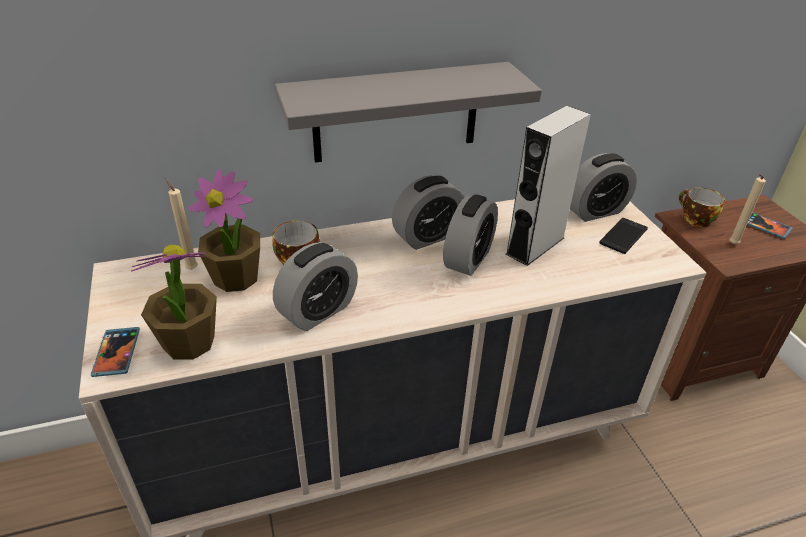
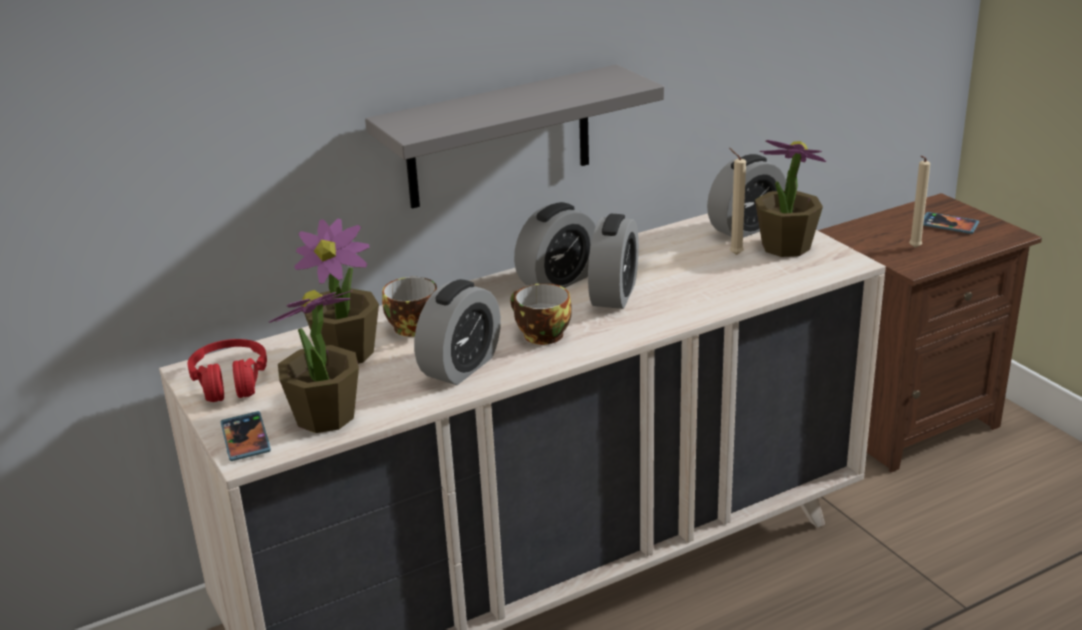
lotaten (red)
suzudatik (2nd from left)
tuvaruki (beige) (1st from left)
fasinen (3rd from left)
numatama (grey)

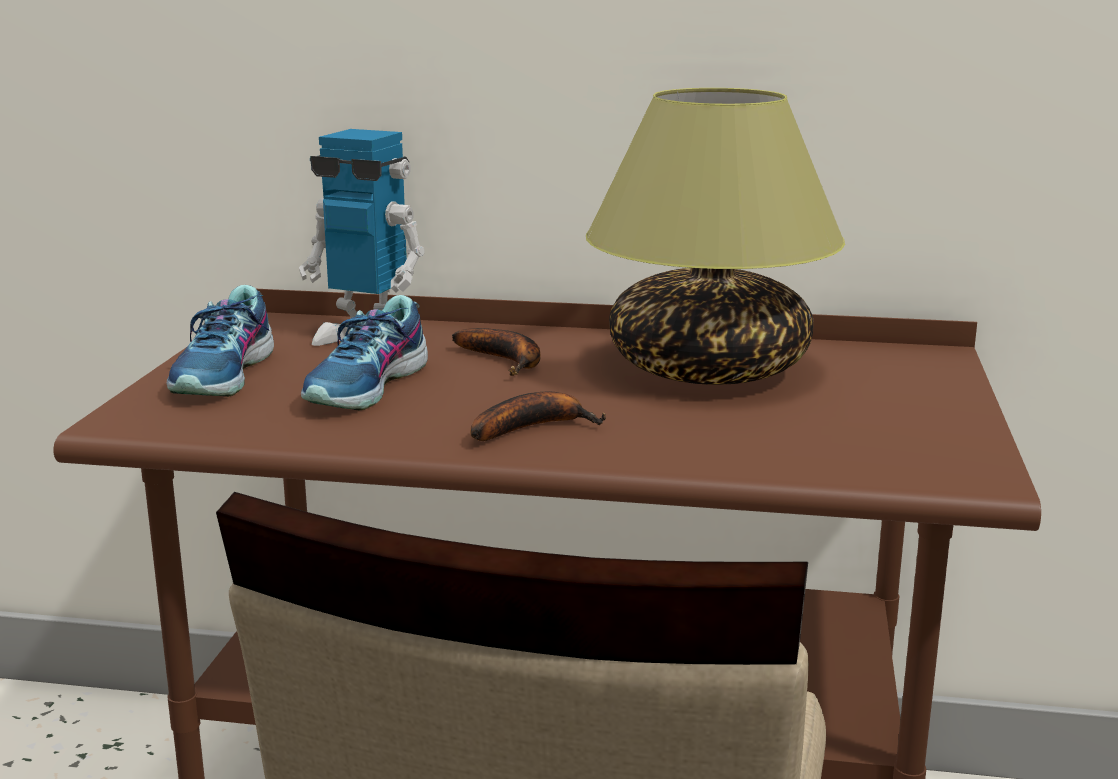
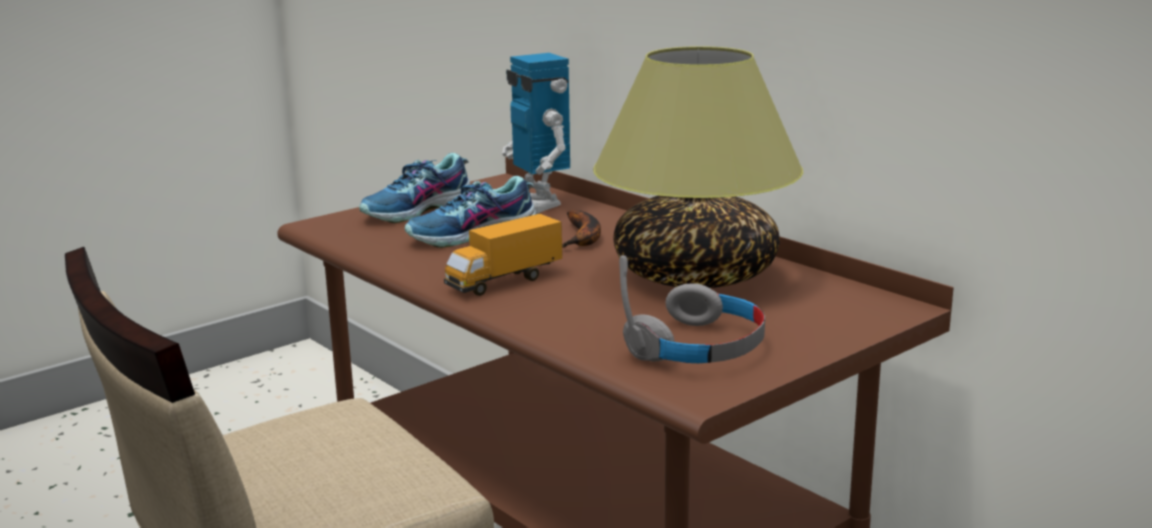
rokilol
lotaten (grey)

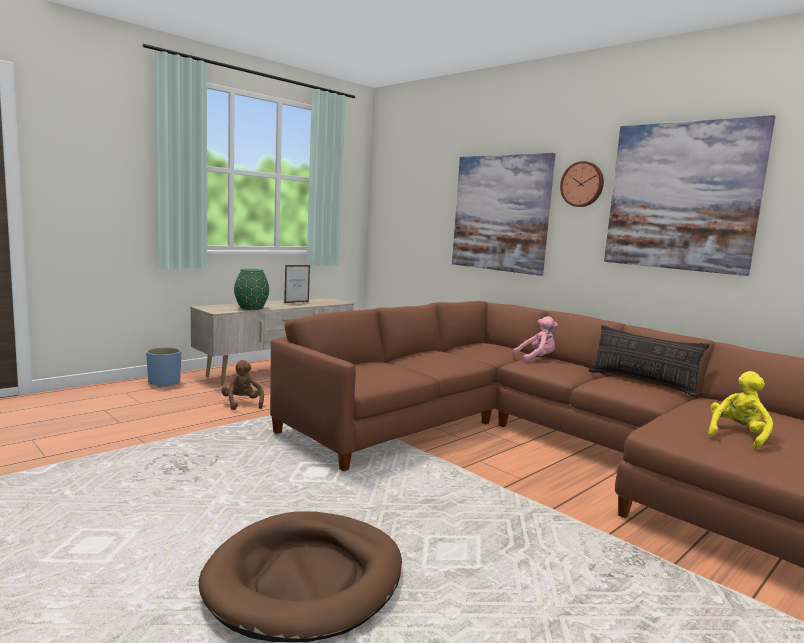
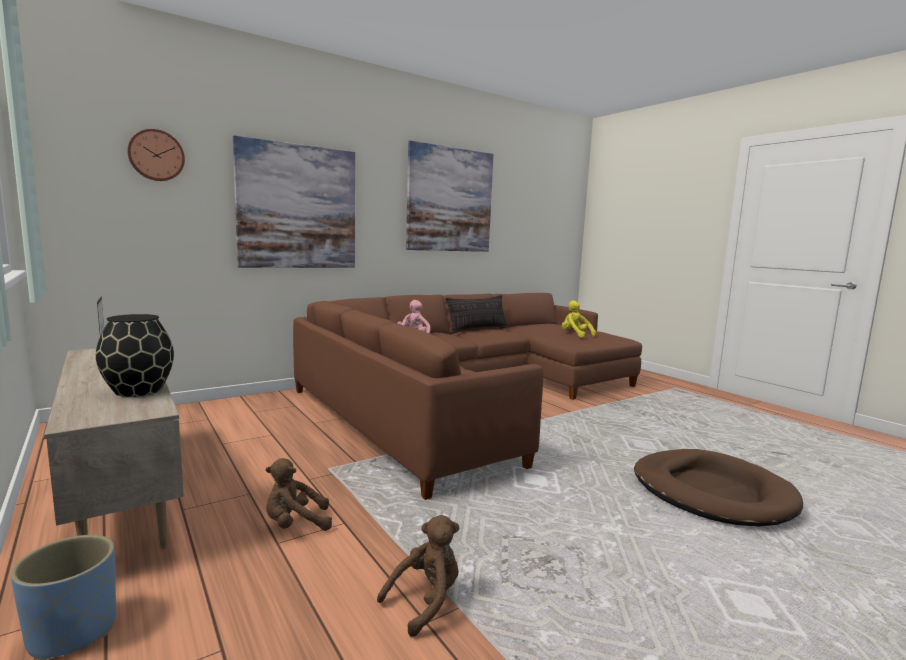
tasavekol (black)
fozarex
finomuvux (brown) (2nd from left)

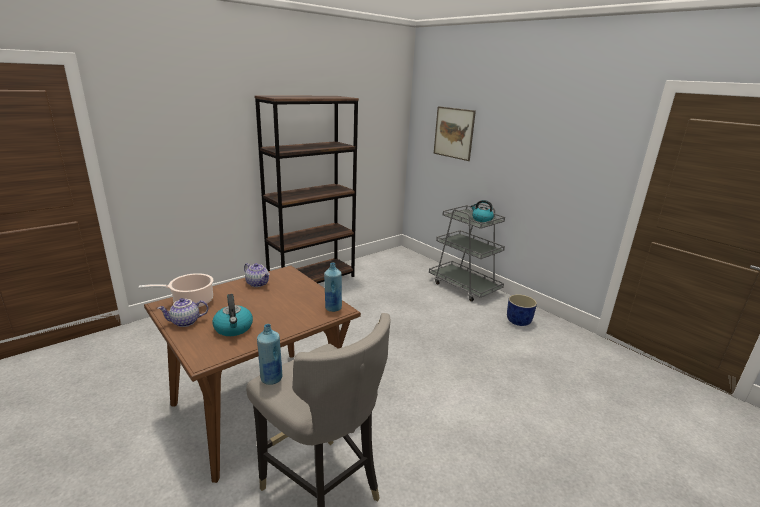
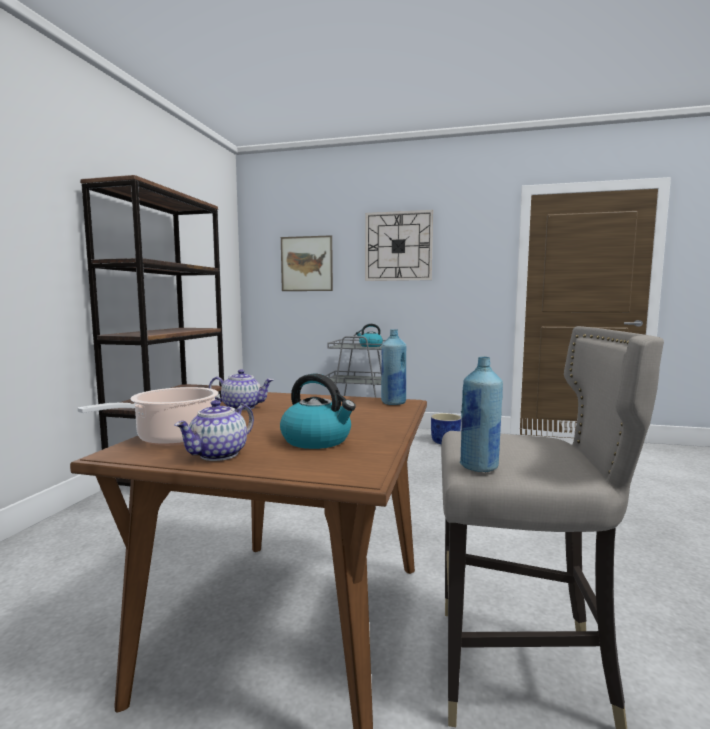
fozarex

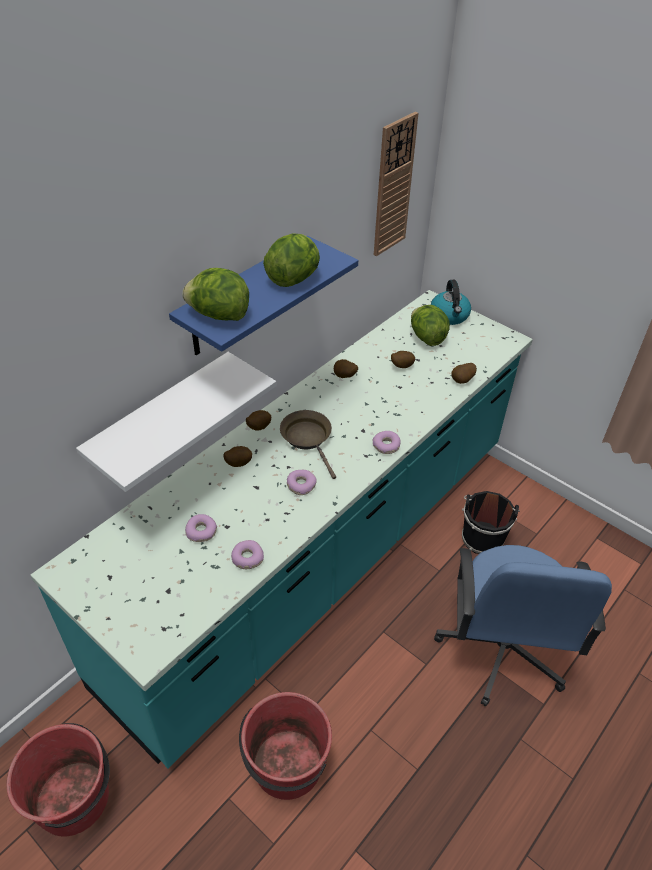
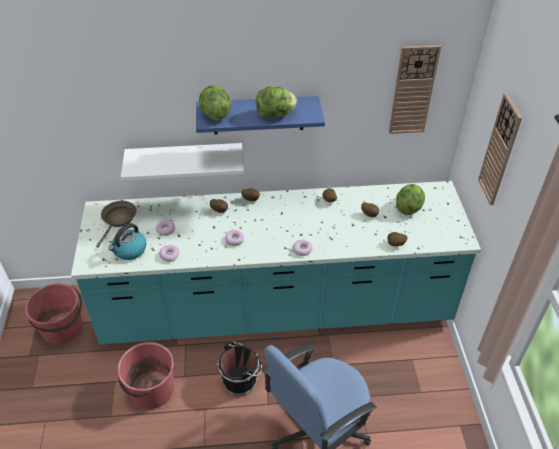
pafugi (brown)
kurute
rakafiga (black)
fozarex (2nd from left)

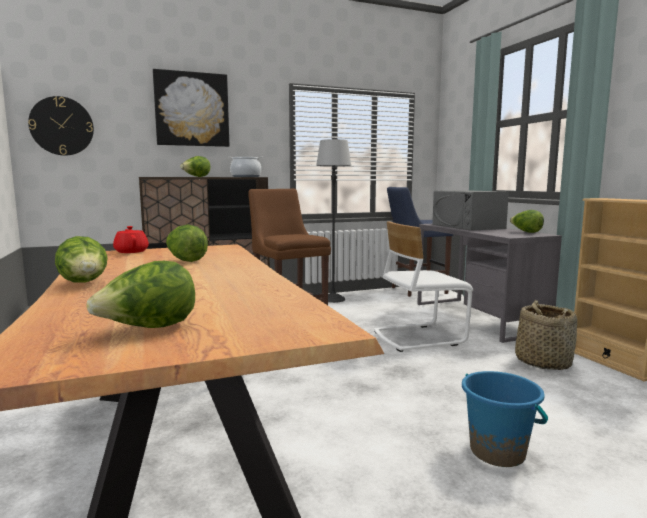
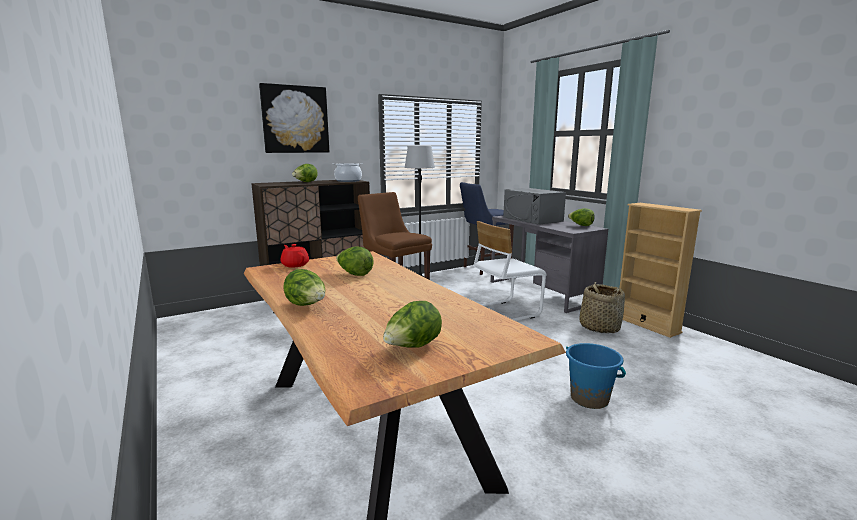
fozarex

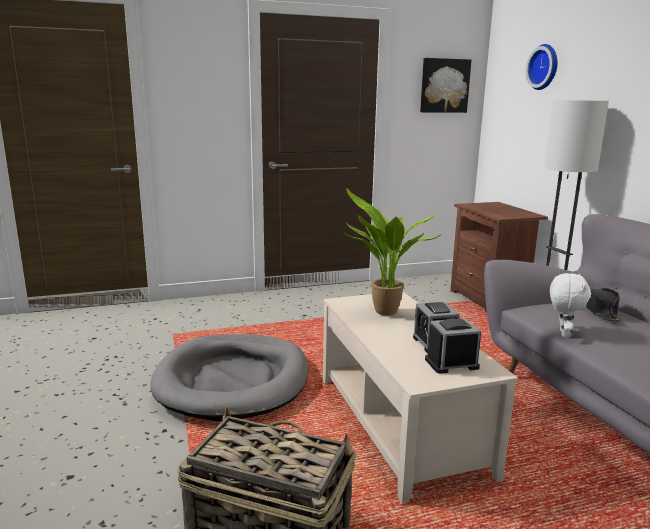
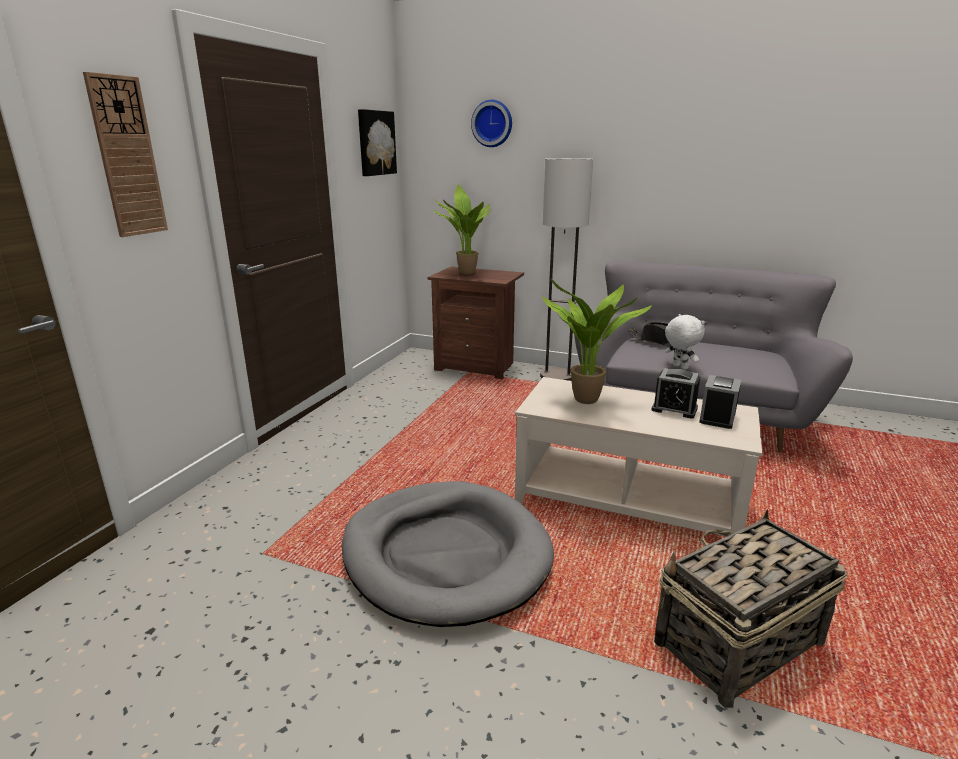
fozarex (1st from left)
fasinen (1st from left)

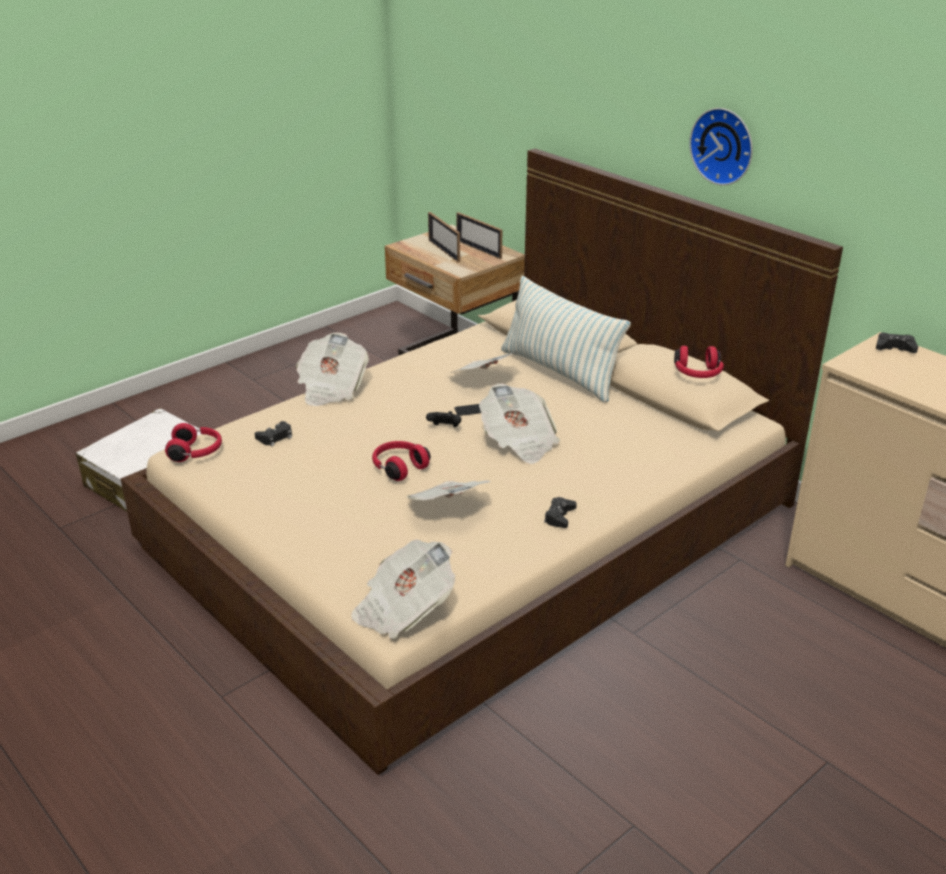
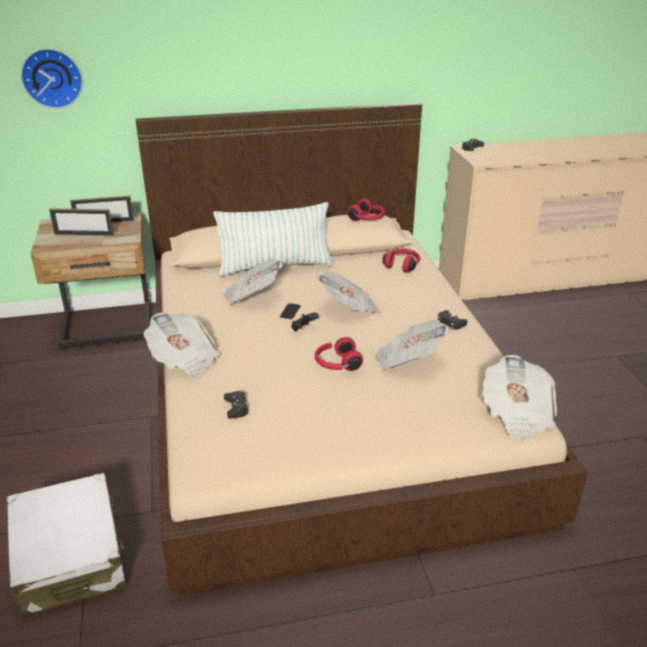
fozarex
lotaten (red) (3rd from left)

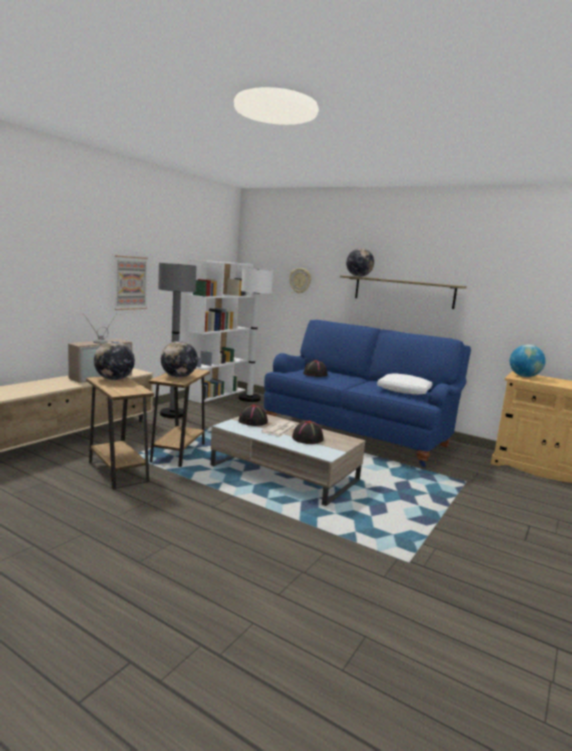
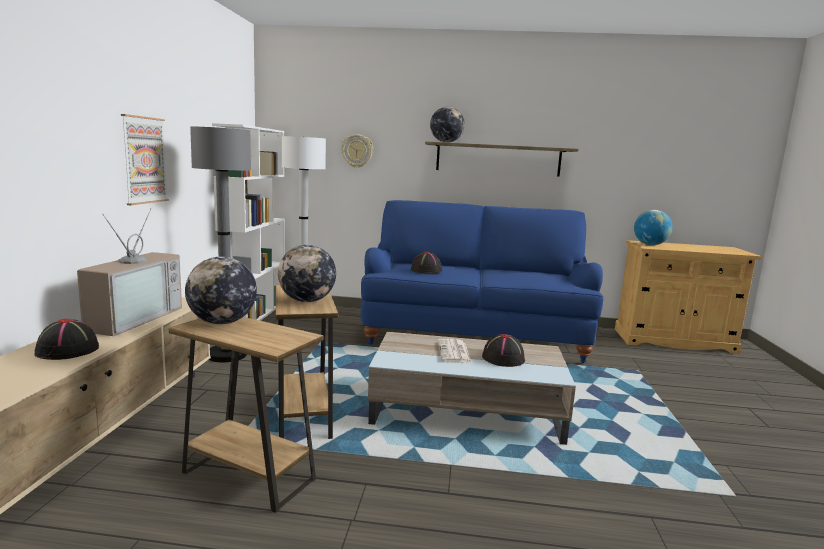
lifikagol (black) (1st from left)
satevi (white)

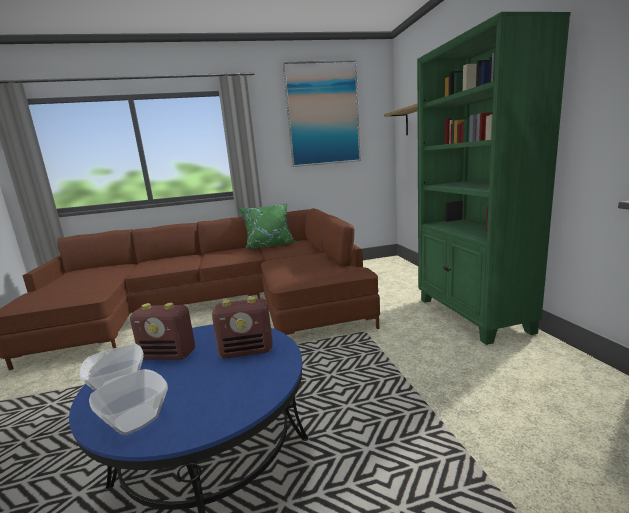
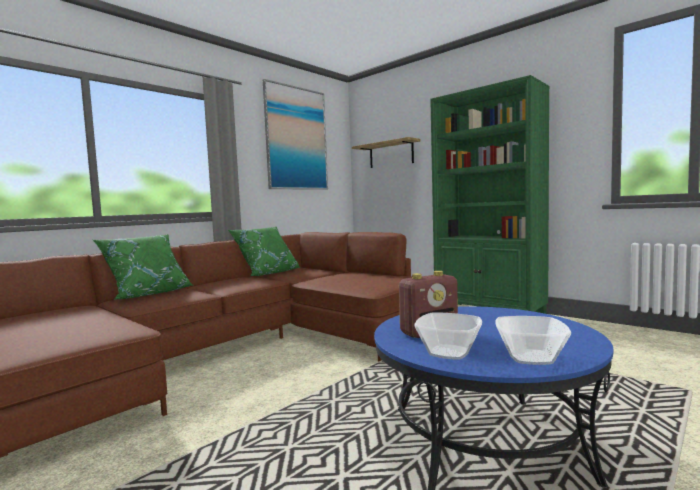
satevi (green) (1st from left)
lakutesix (2nd from left in the first image)

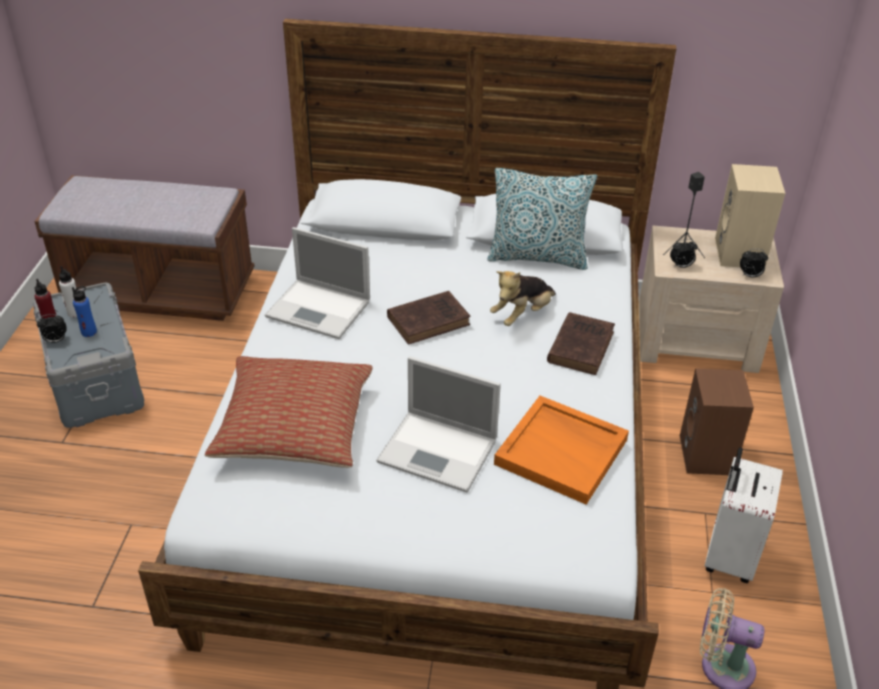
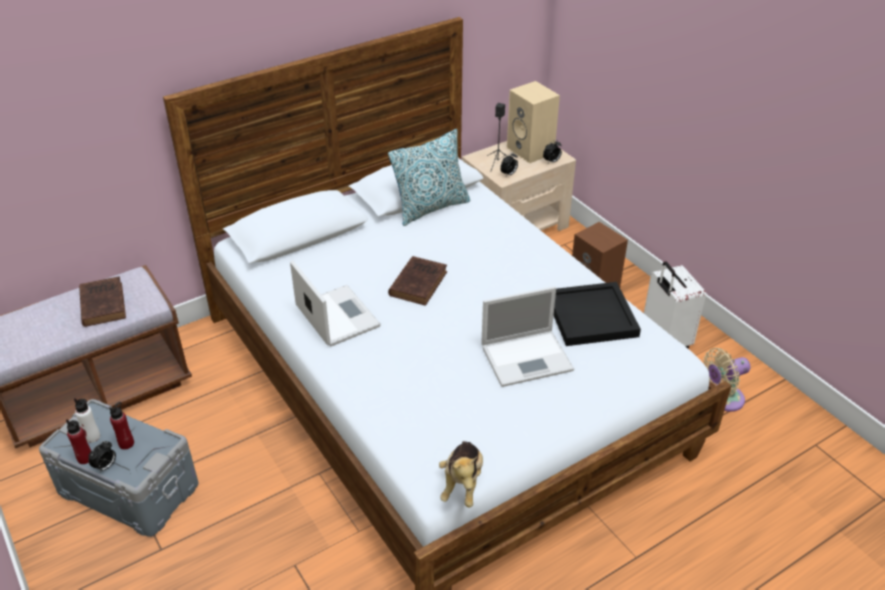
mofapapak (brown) (1st from left)
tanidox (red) (2nd from left)
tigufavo (1st from left)
finomuvux
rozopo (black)
satevi (1st from left in the first image)

